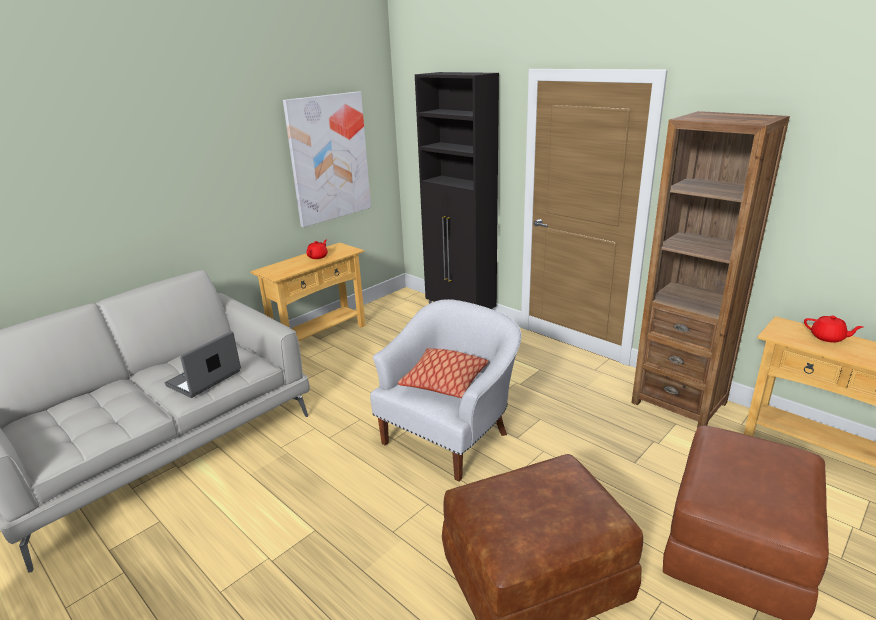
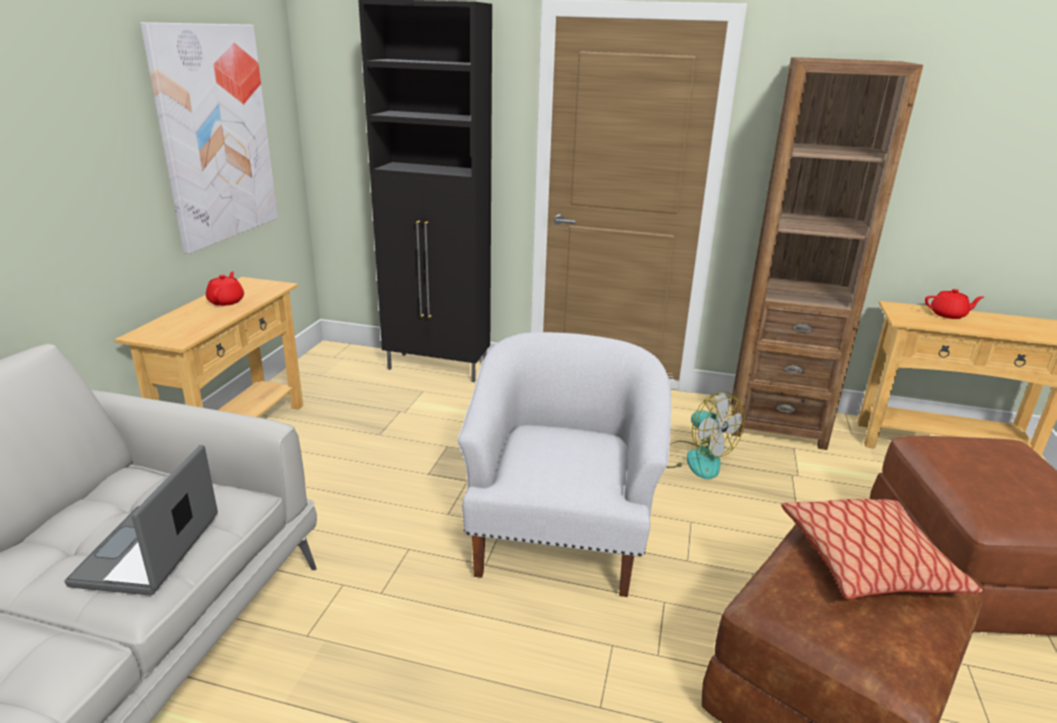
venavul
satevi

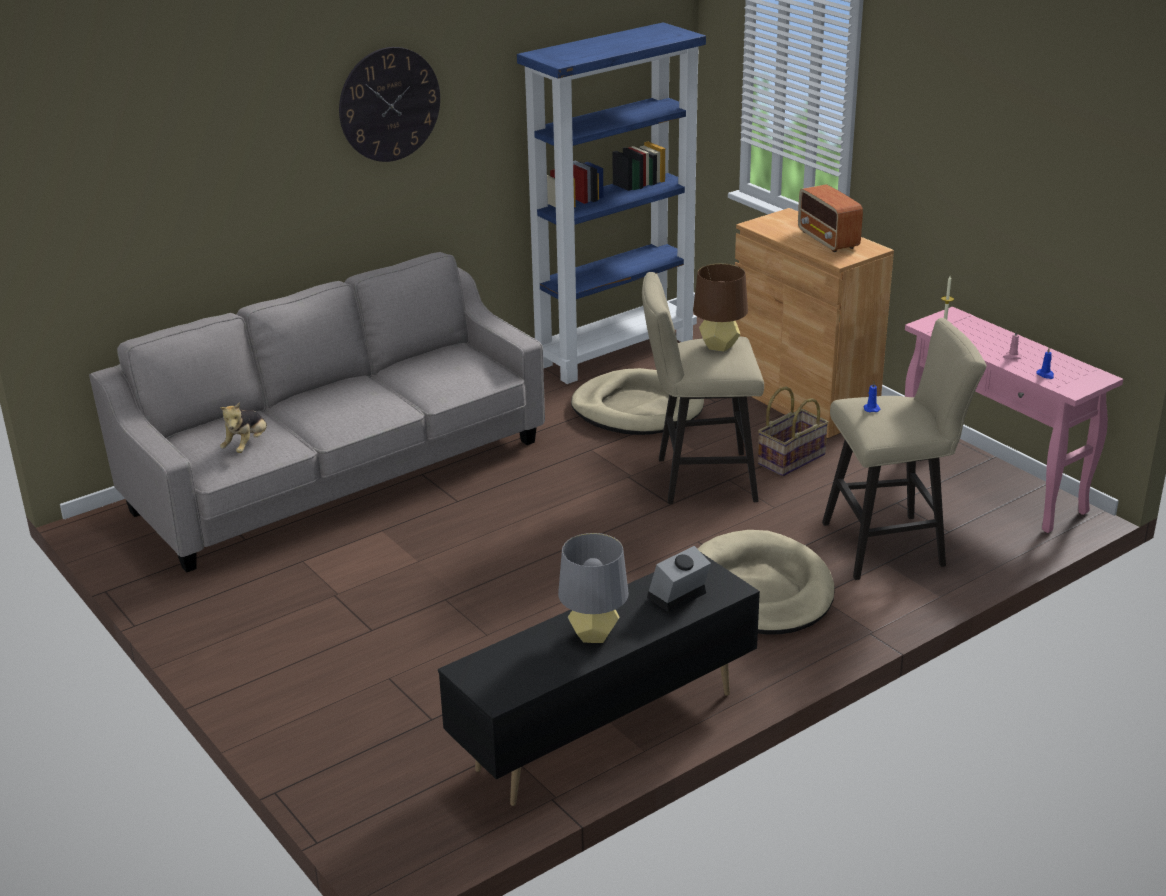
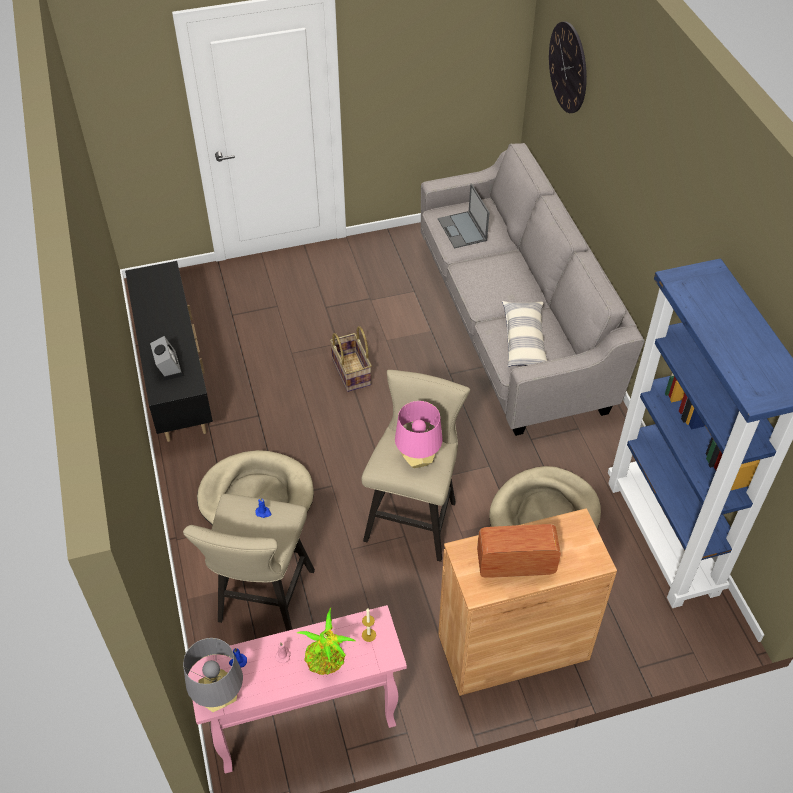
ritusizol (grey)
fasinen
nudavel
ritusizol (pink)
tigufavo
satevi
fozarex

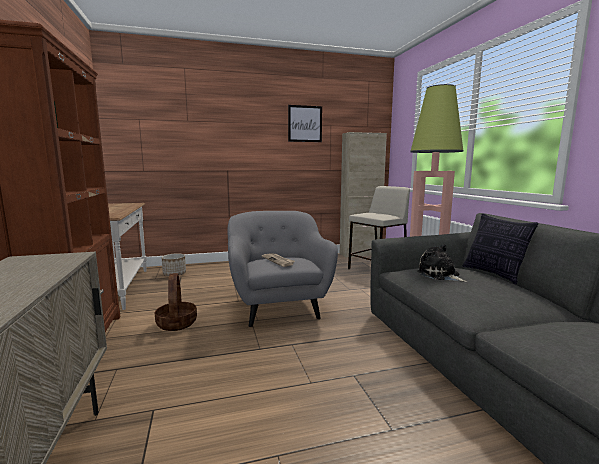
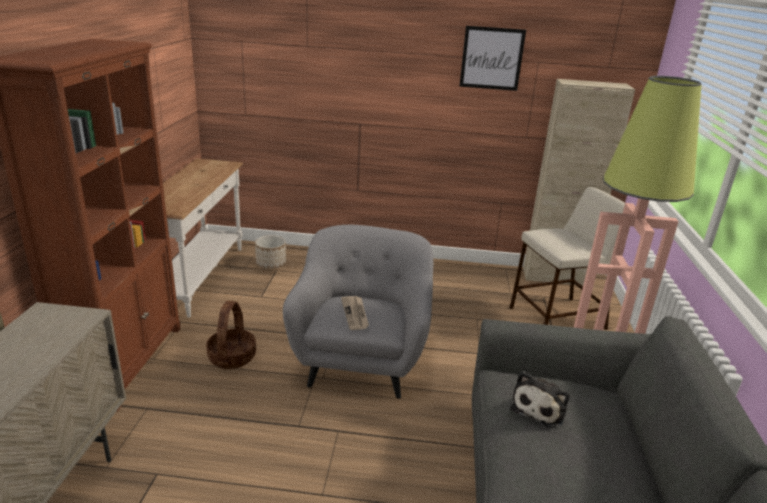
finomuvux
satevi

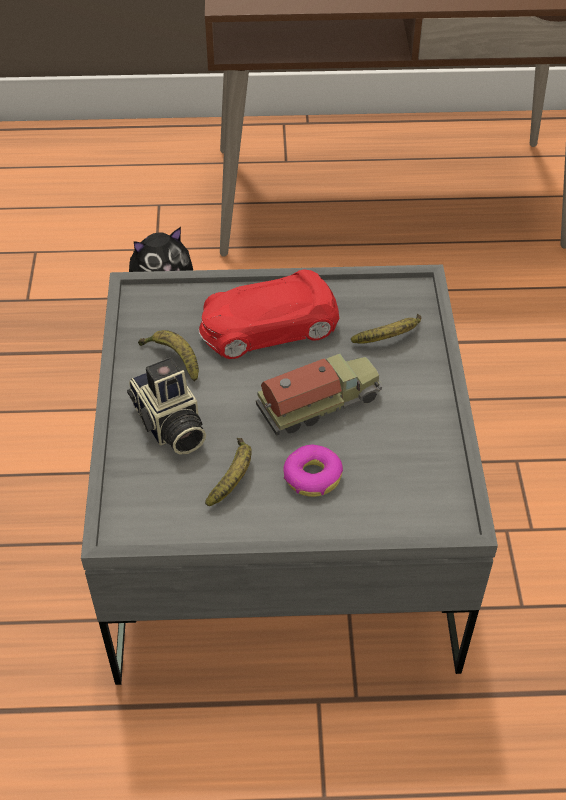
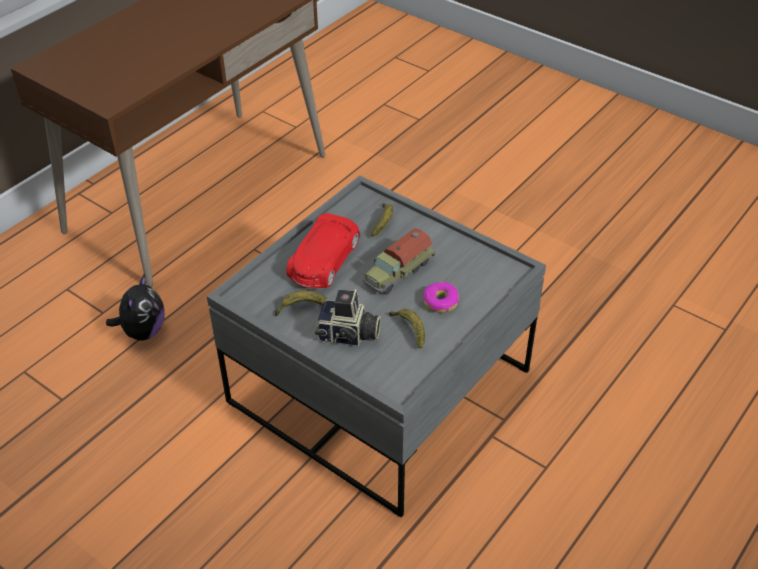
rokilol

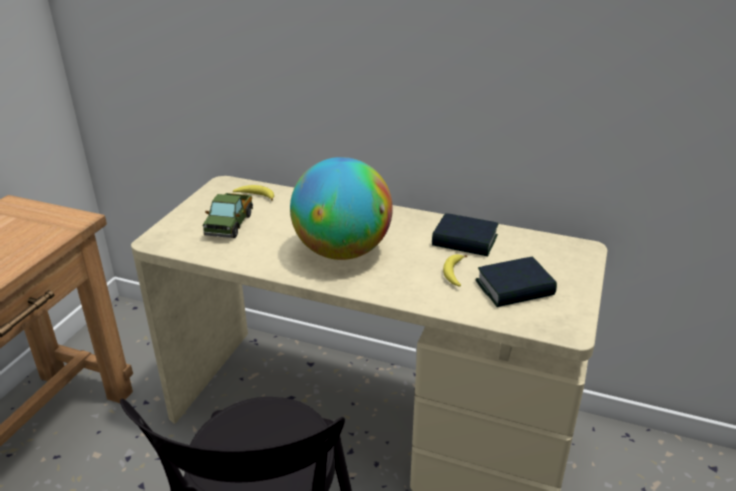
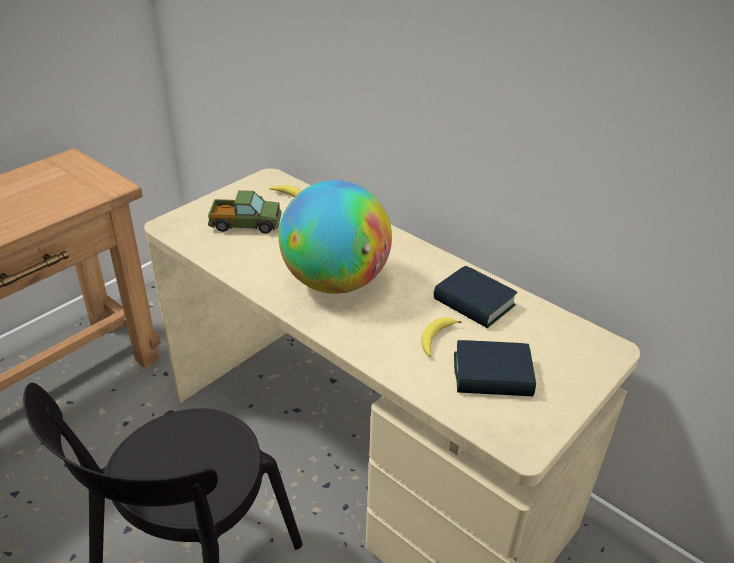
rokilol

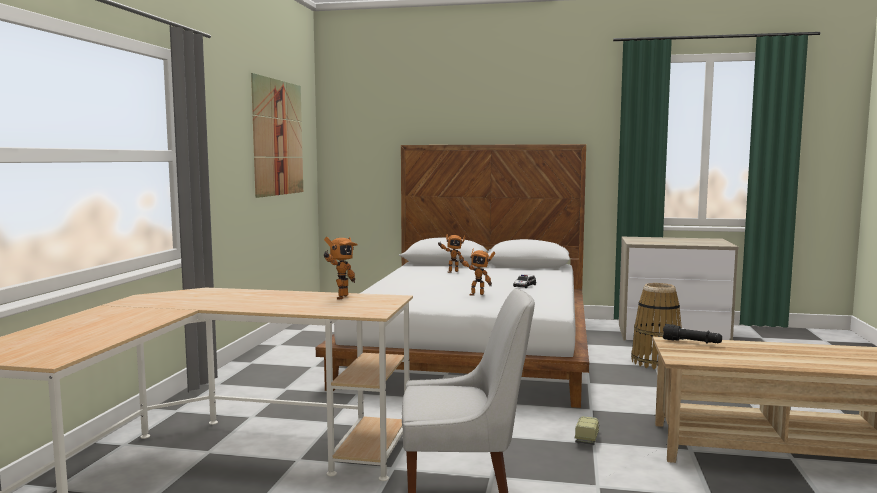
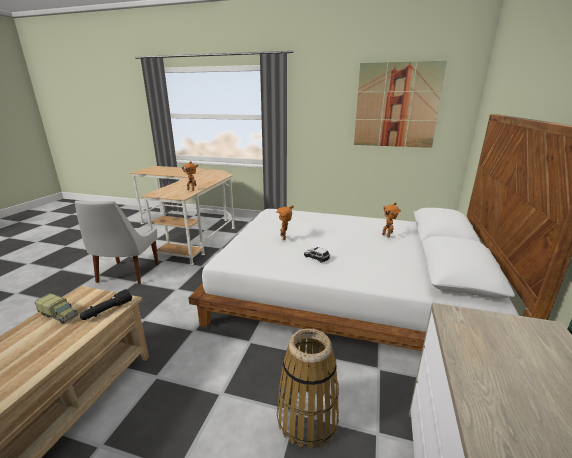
rokilol

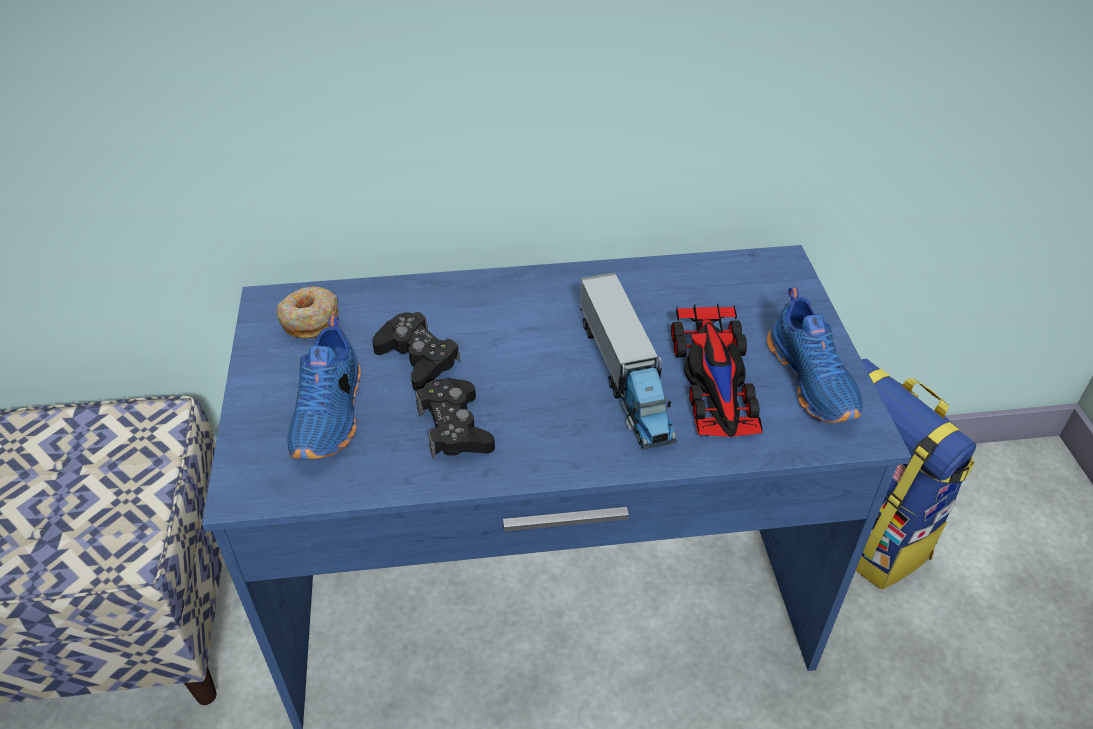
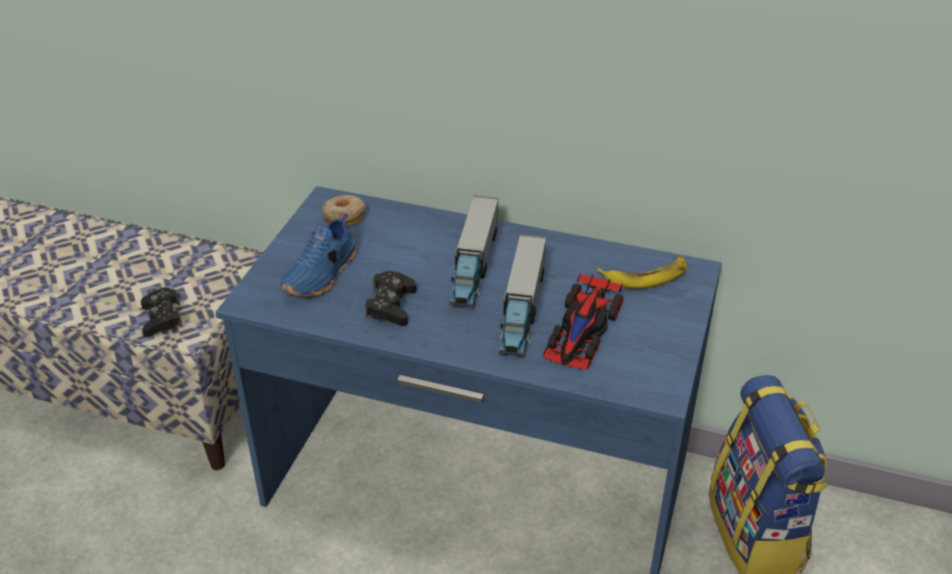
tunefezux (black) (1st from left)
rokilol (1st from left)
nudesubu
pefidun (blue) (2nd from left in the first image)

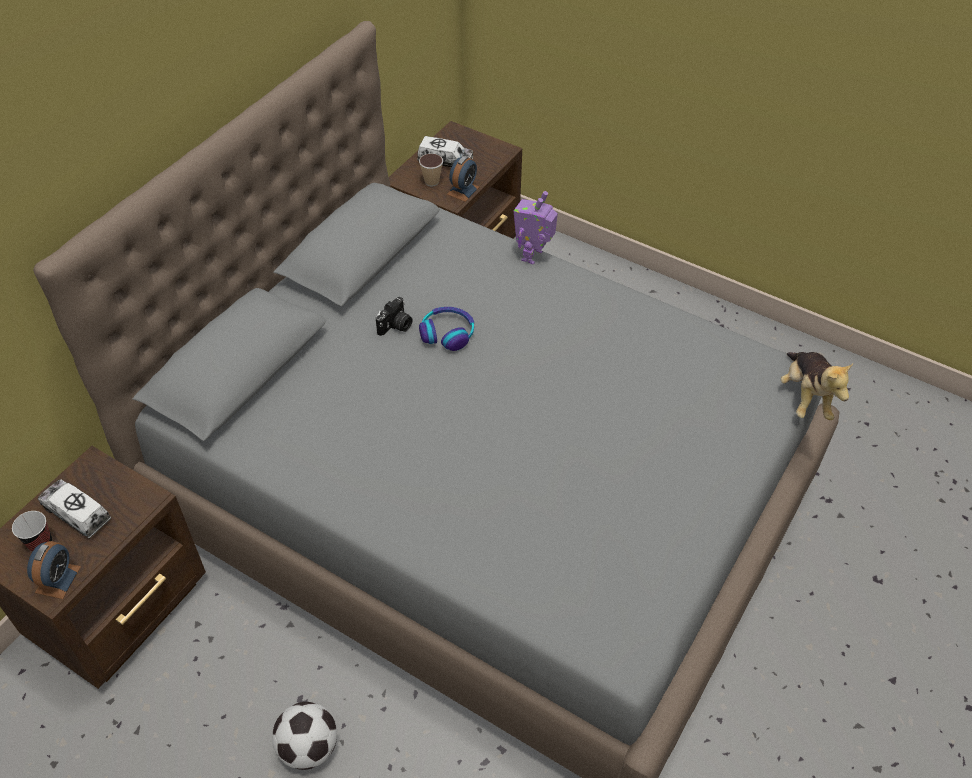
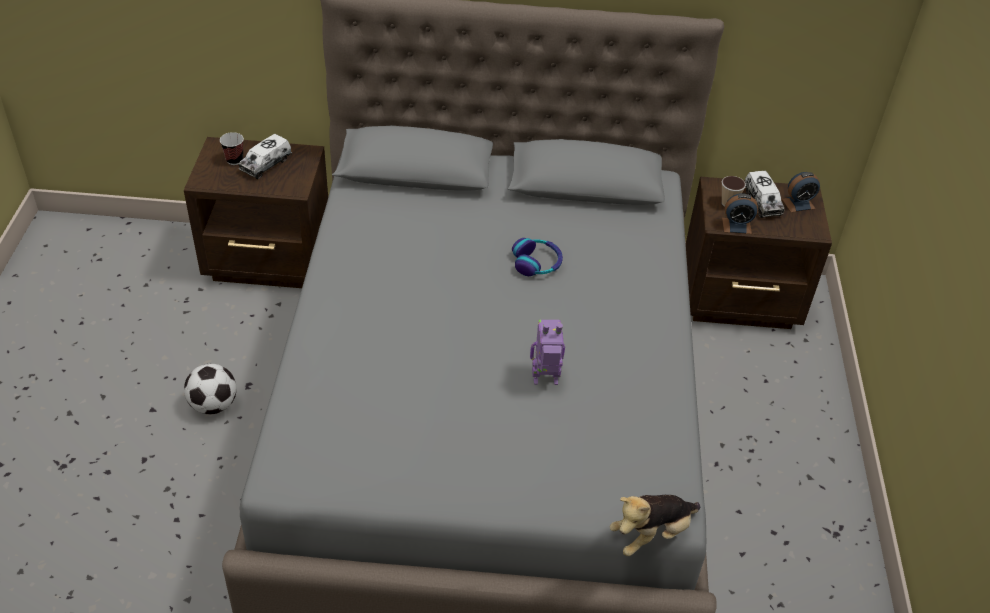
rokilol (1st from left)
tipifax
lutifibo (2nd from left)
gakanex

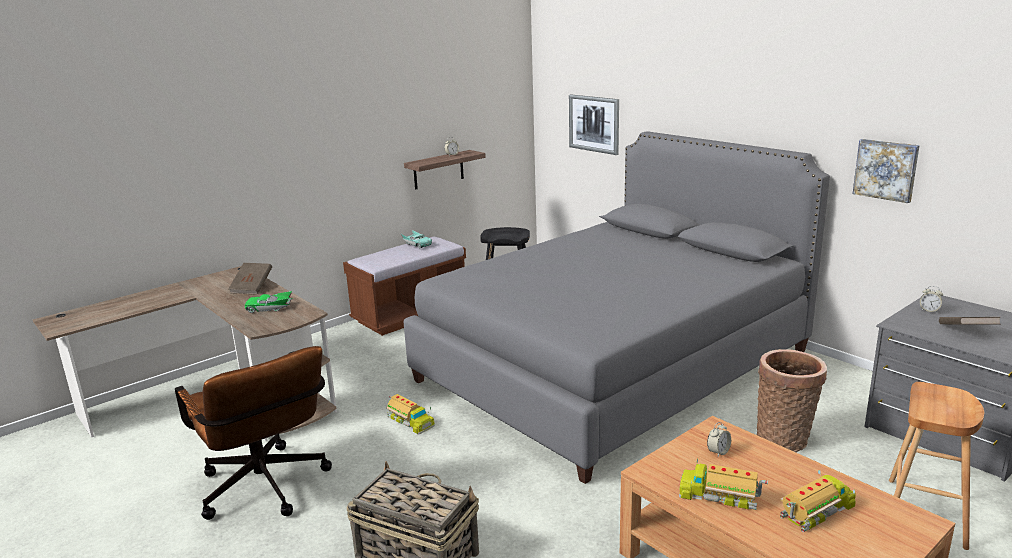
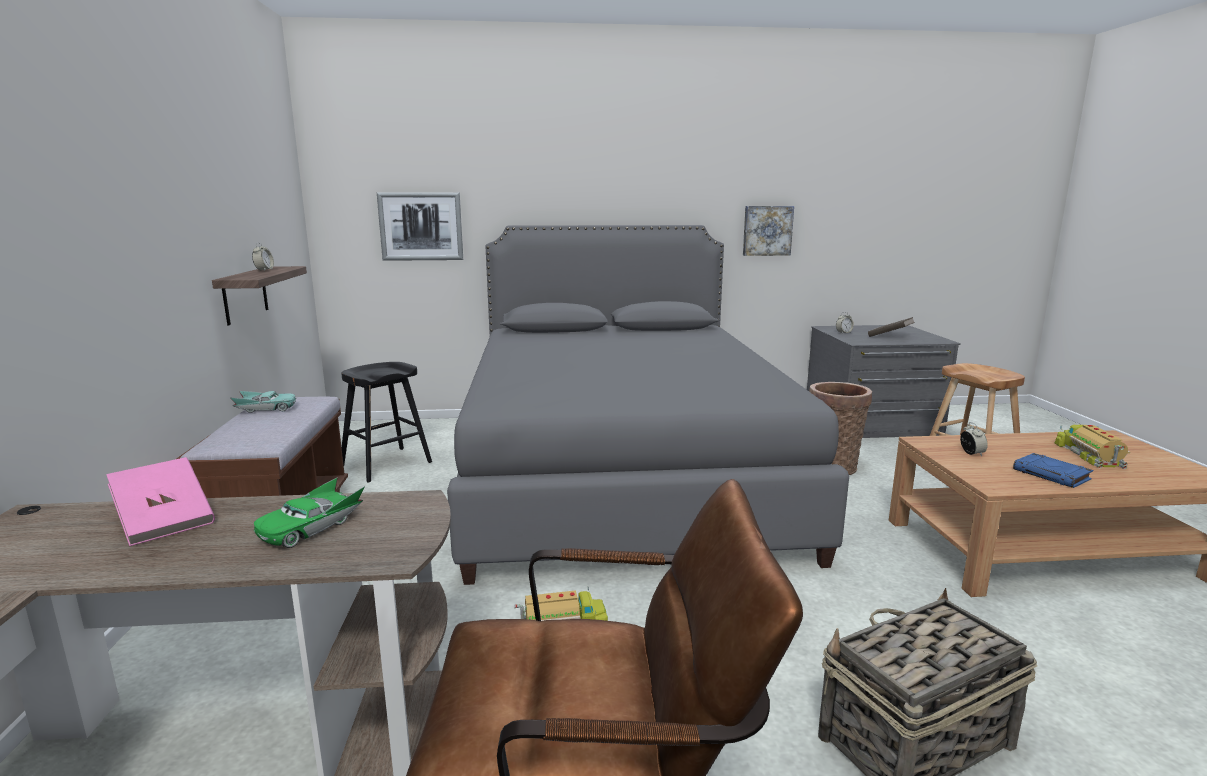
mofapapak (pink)
mofapapak (blue)

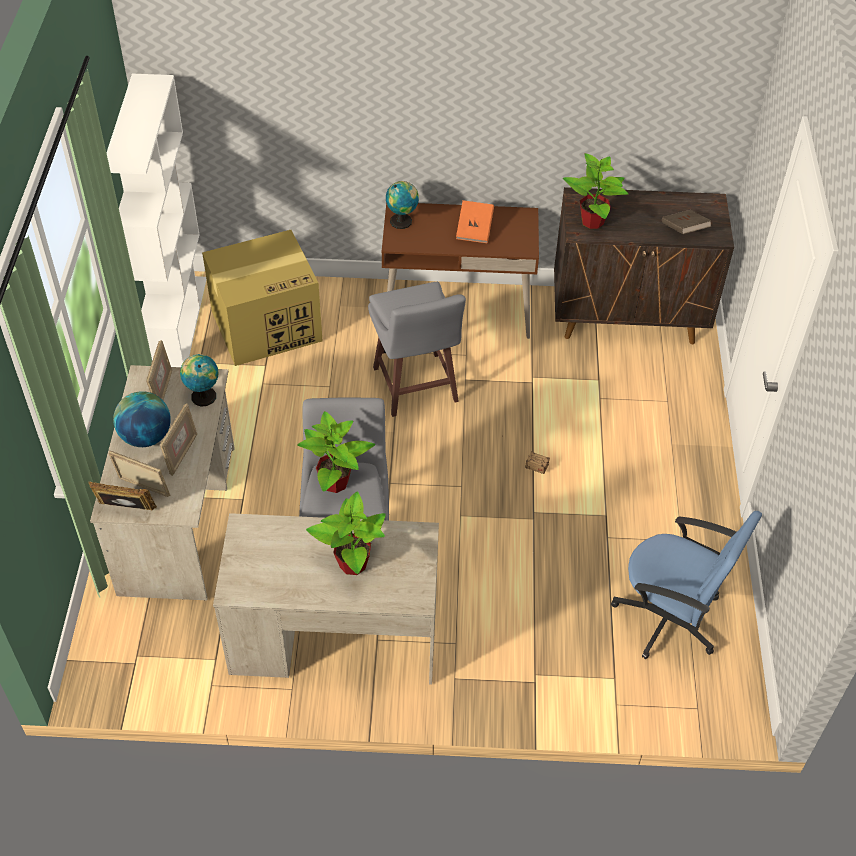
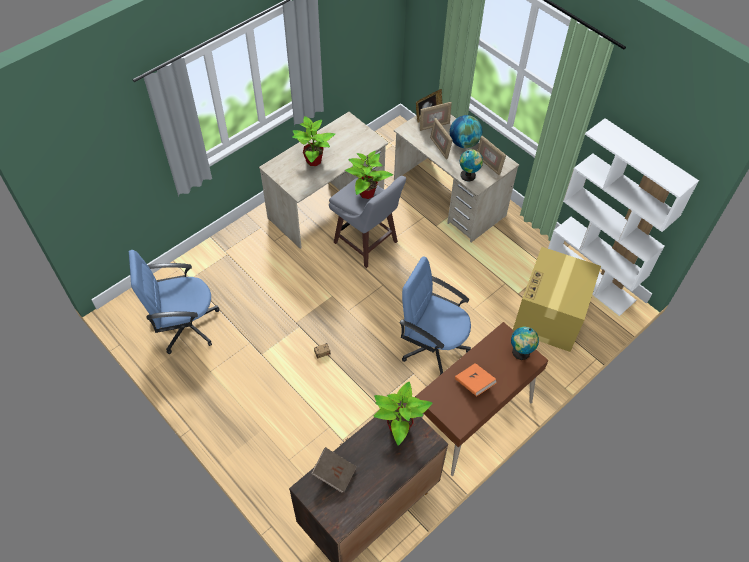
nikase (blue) (2nd from left)

